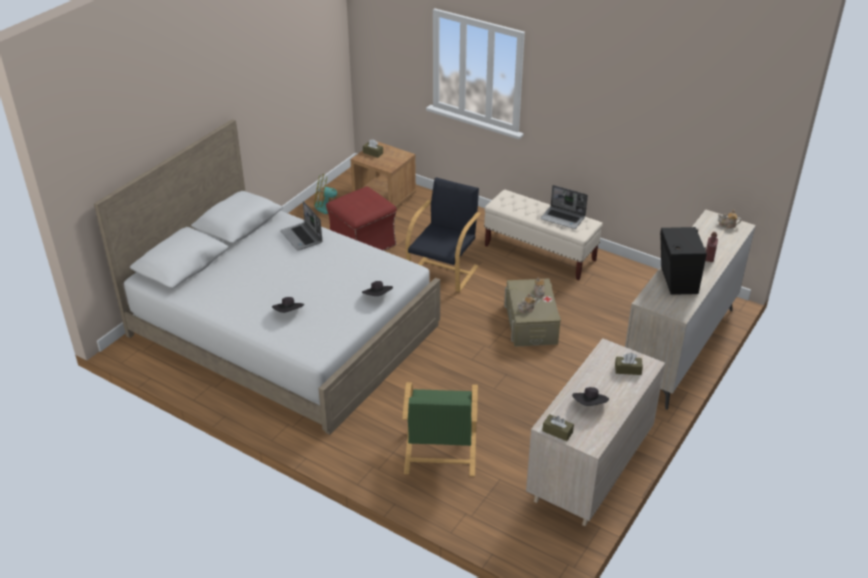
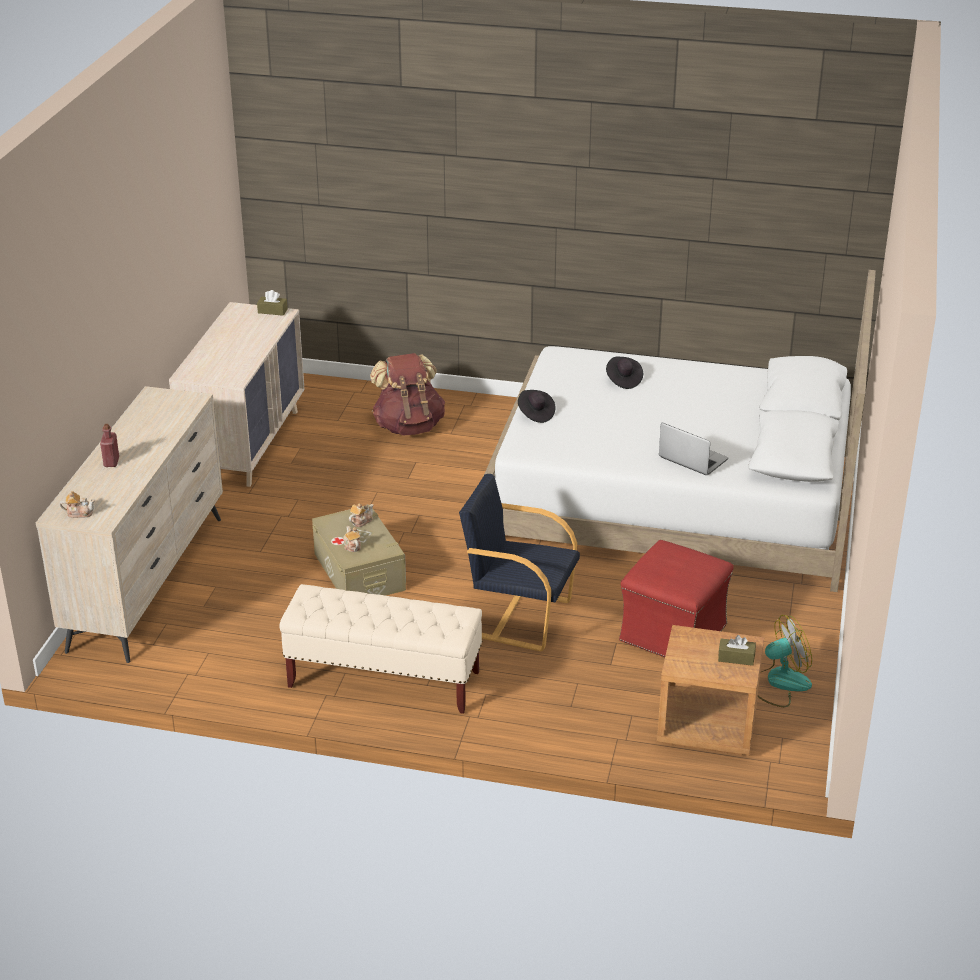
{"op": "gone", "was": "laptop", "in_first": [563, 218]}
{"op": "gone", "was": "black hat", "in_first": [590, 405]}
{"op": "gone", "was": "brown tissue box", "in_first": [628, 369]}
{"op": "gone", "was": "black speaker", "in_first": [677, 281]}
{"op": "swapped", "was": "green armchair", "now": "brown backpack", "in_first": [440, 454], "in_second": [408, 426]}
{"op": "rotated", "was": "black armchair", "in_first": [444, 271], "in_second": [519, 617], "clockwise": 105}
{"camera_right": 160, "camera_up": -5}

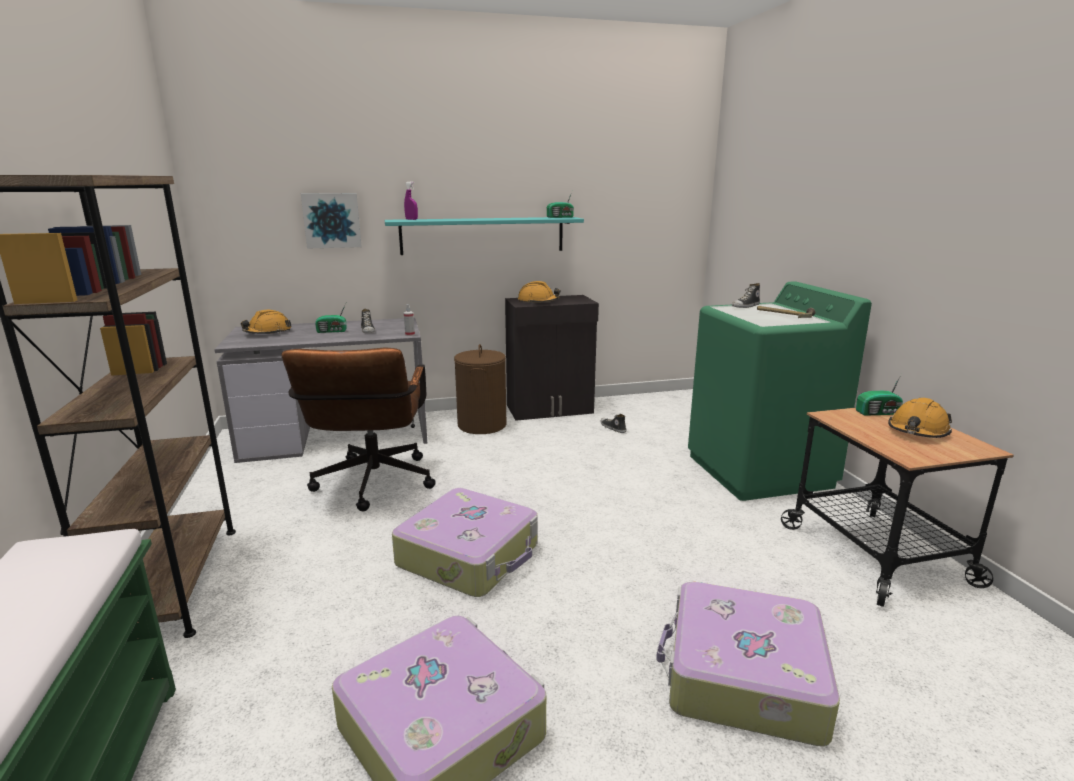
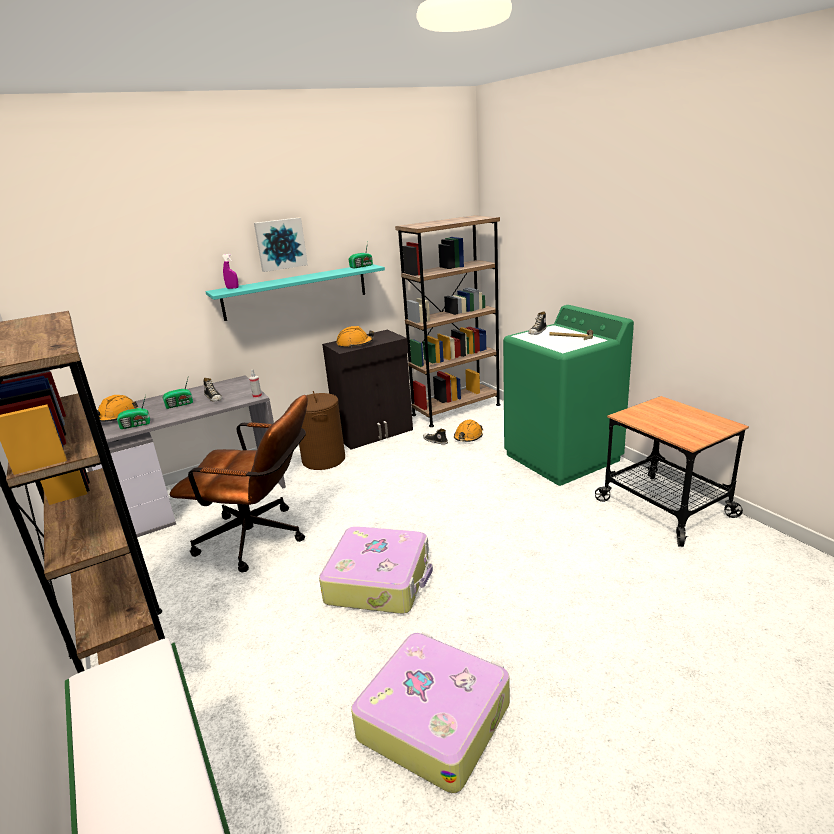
{"op": "gone", "was": "suitcase", "in_first": [742, 677]}
{"op": "new", "now": "brown bookcase", "in_second": [456, 410]}
{"op": "shifted", "was": "picture", "in_first": [332, 220], "in_second": [280, 244]}
{"op": "shifted", "was": "radio", "in_first": [879, 413], "in_second": [136, 425]}
{"op": "shifted", "was": "orange hard hat", "in_first": [918, 431], "in_second": [468, 437]}
{"op": "rotated", "was": "brown office chair", "in_first": [372, 487], "in_second": [261, 539], "clockwise": -60}
{"camera_right": -15, "camera_up": 5}

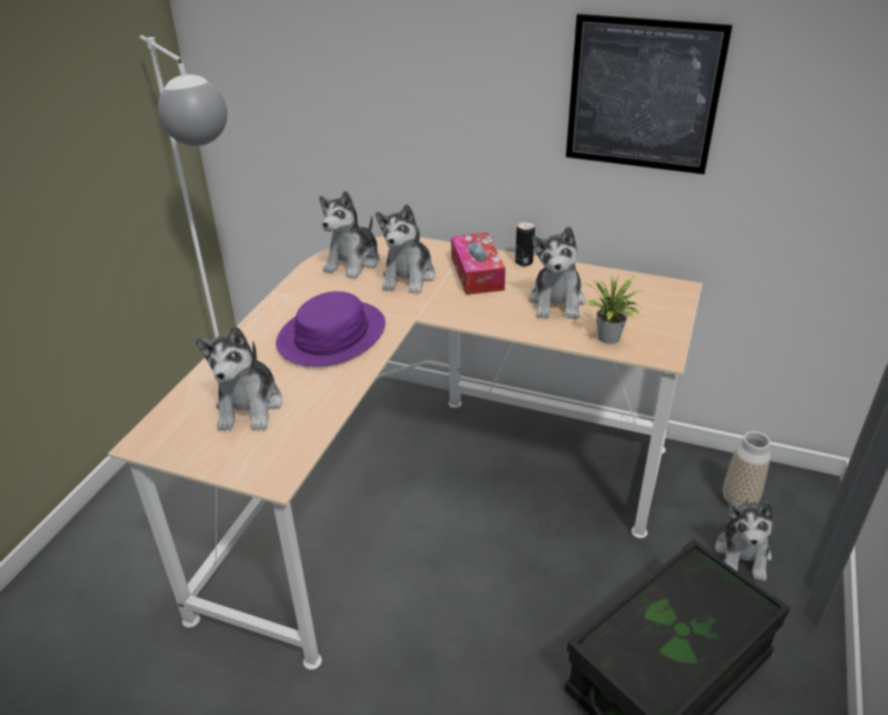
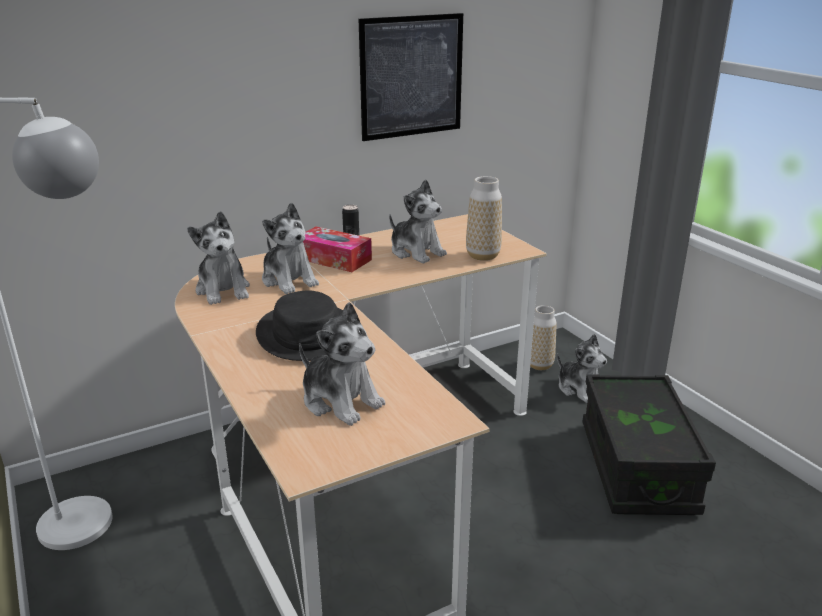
{"op": "swapped", "was": "potted plant", "now": "vase", "in_first": [609, 339], "in_second": [483, 256]}
{"op": "repainted", "was": "purple hat", "now": "black hat", "in_first": [332, 335], "in_second": [307, 334]}
{"camera_right": -50, "camera_up": -10}

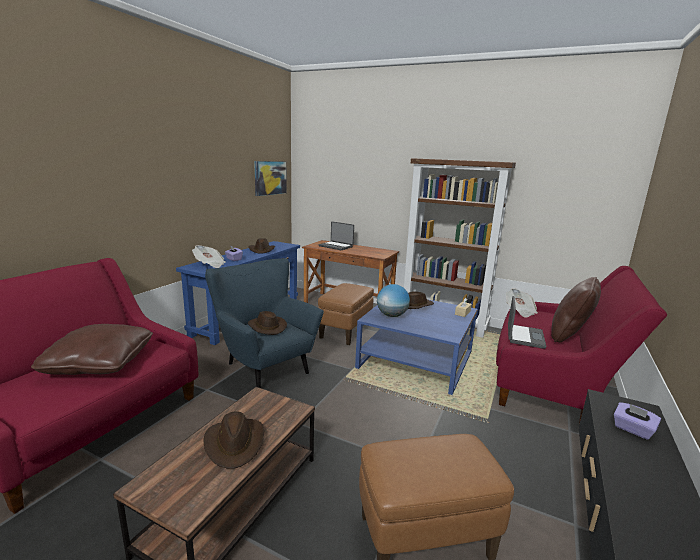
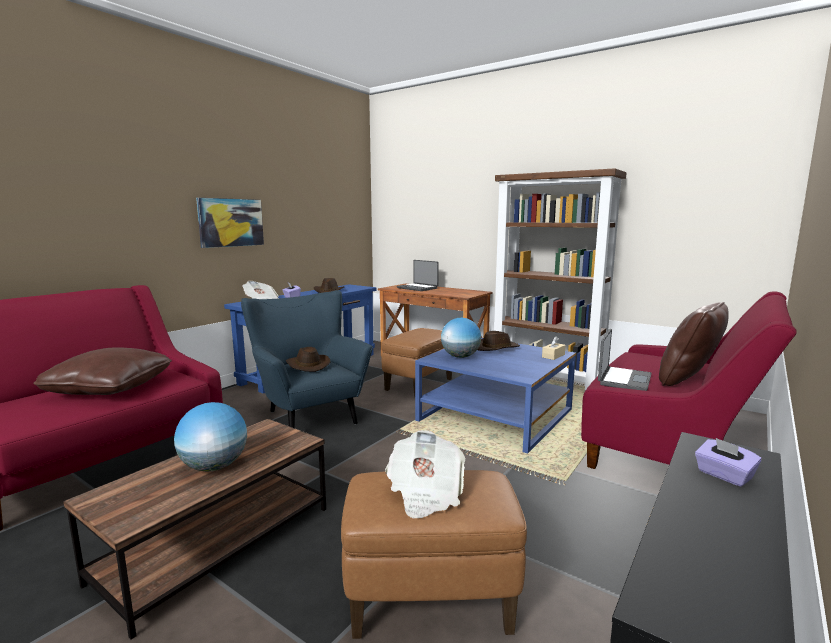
{"op": "shifted", "was": "picture", "in_first": [270, 178], "in_second": [231, 222]}
{"op": "shifted", "was": "newspaper", "in_first": [520, 311], "in_second": [425, 493]}
{"op": "swapped", "was": "brown hat", "now": "globe", "in_first": [235, 443], "in_second": [214, 466]}
{"camera_right": 10, "camera_up": -5}

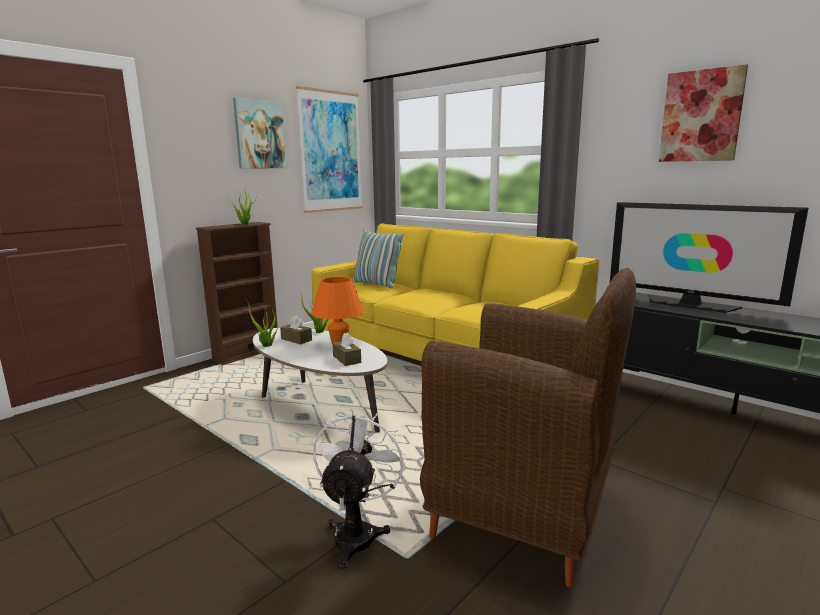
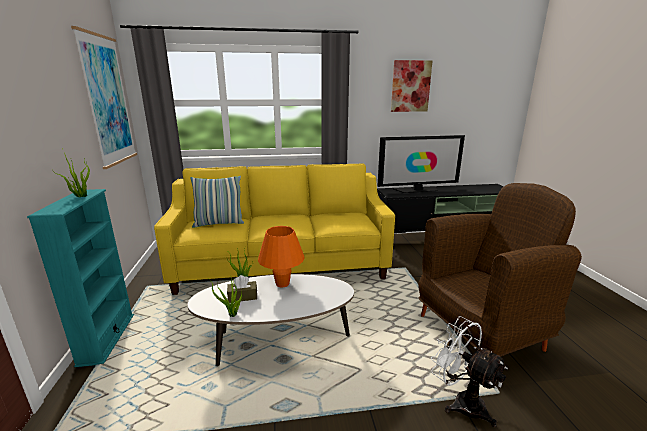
{"op": "gone", "was": "picture", "in_first": [259, 134]}
{"op": "gone", "was": "brown tissue box", "in_first": [346, 359]}
{"op": "repainted", "was": "brown bookcase", "now": "turquoise bookcase", "in_first": [247, 354], "in_second": [107, 338]}
{"camera_right": -50, "camera_up": 5}

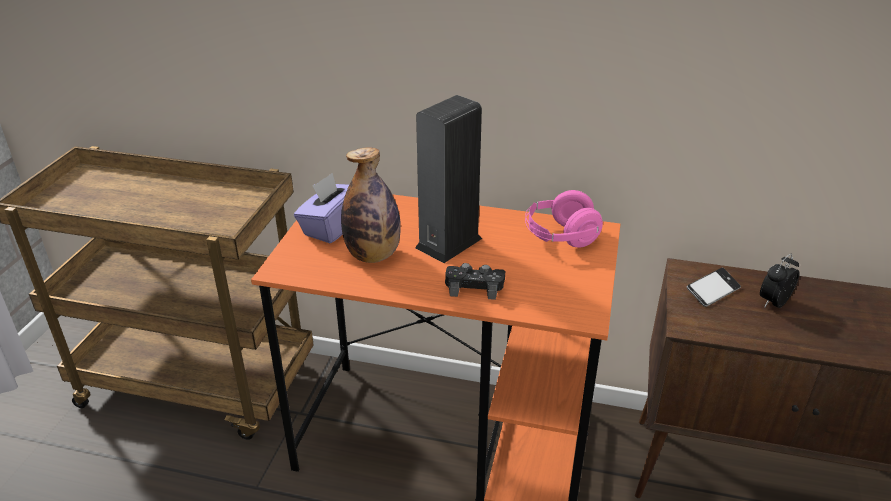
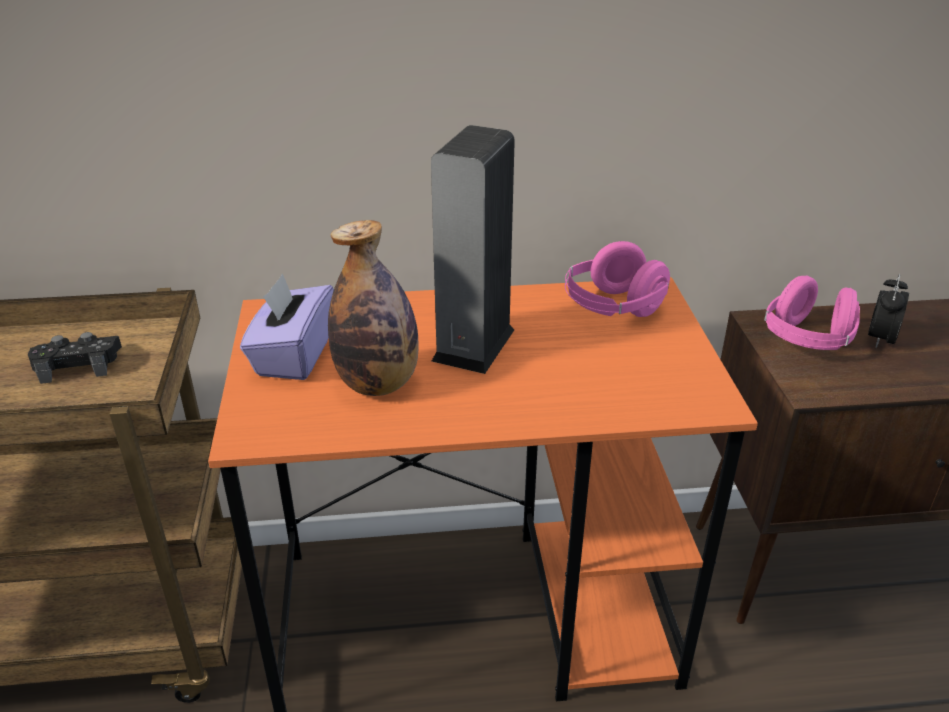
{"op": "shifted", "was": "black game controller", "in_first": [474, 286], "in_second": [78, 365]}
{"op": "swapped", "was": "phone", "now": "pink headphones", "in_first": [712, 291], "in_second": [807, 340]}
{"camera_right": -20, "camera_up": 0}

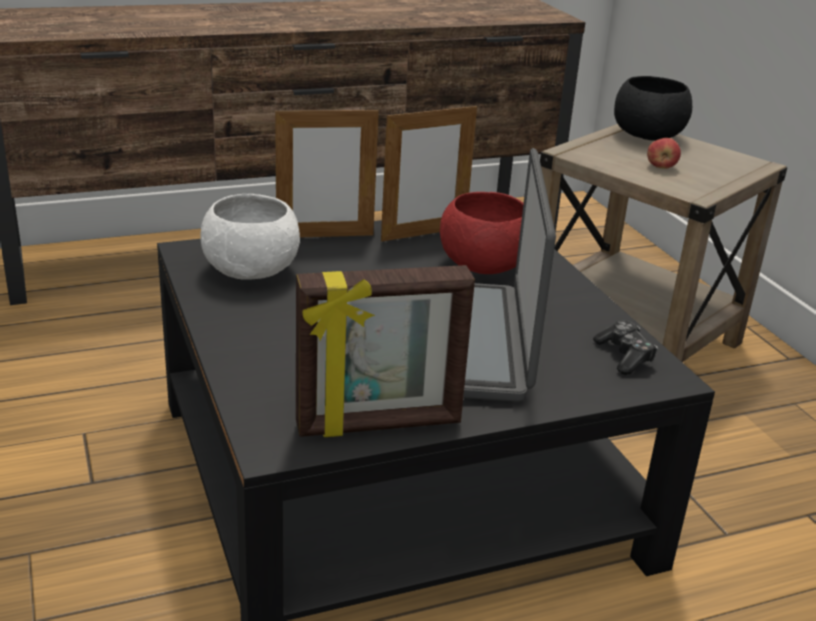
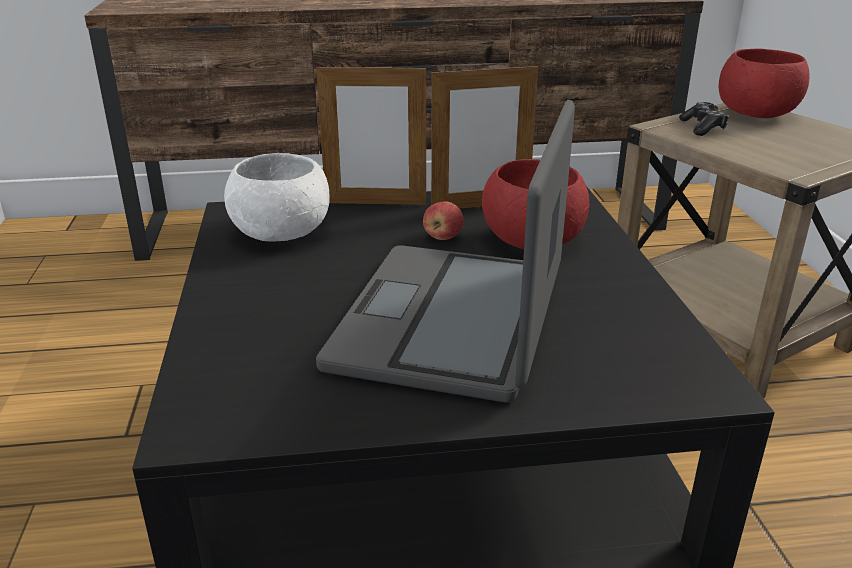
{"op": "gone", "was": "picture frame", "in_first": [379, 425]}
{"op": "shifted", "was": "game controller", "in_first": [624, 356], "in_second": [703, 127]}
{"op": "shifted", "was": "apple", "in_first": [661, 167], "in_second": [443, 237]}
{"op": "repainted", "was": "black bowl", "now": "red bowl", "in_first": [646, 136], "in_second": [755, 114]}
{"camera_right": 15, "camera_up": 0}

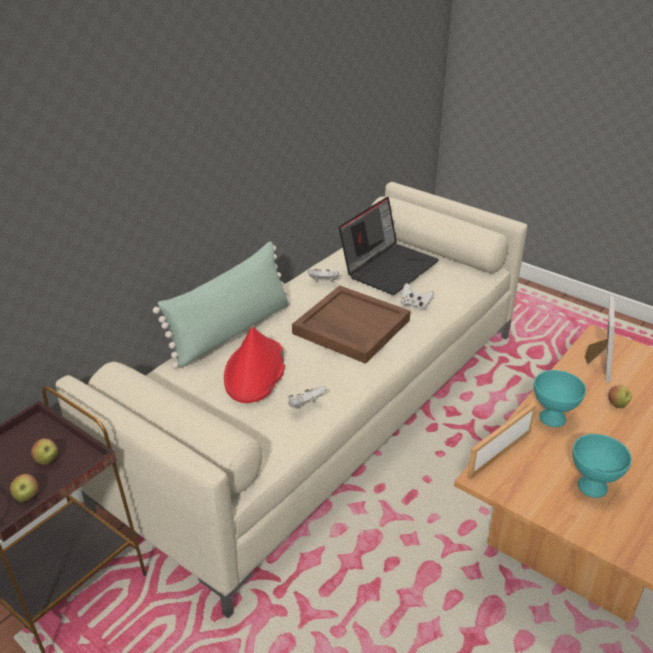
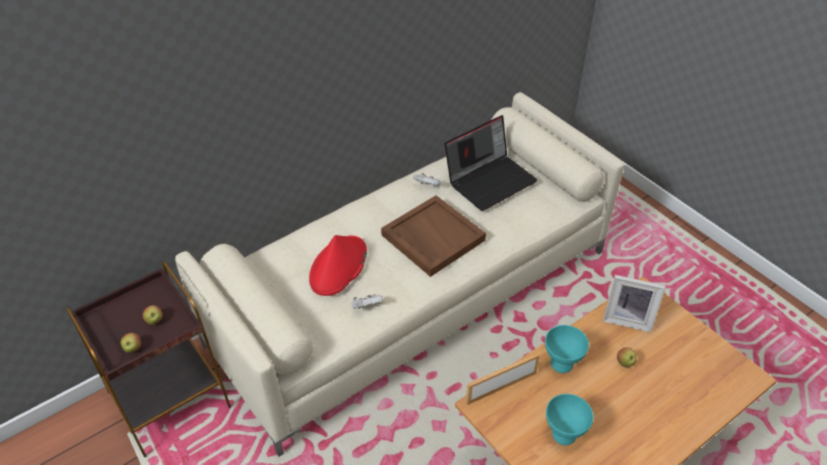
{"op": "gone", "was": "green pillow", "in_first": [231, 331]}
{"op": "gone", "was": "white game controller", "in_first": [415, 305]}
{"op": "rotated", "was": "picture frame", "in_first": [597, 364], "in_second": [627, 319], "clockwise": 75}
{"camera_right": 15, "camera_up": 10}

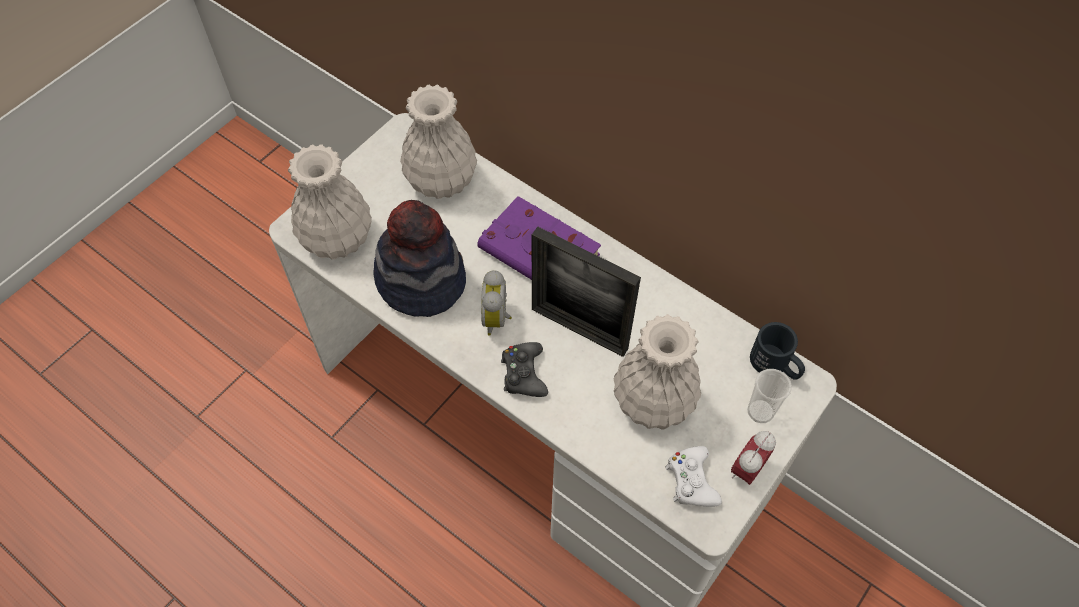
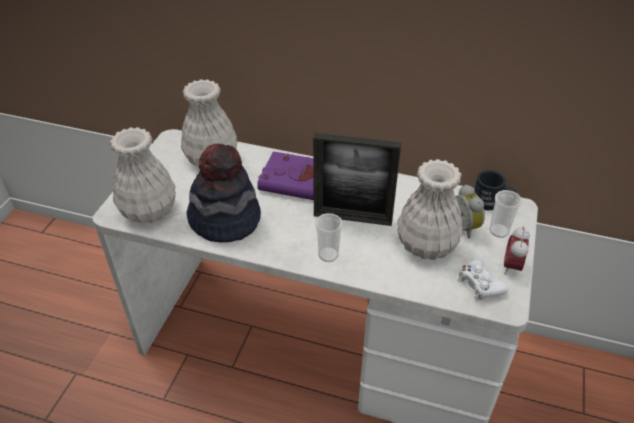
{"op": "shifted", "was": "alarm clock", "in_first": [498, 318], "in_second": [466, 226]}
{"op": "swapped", "was": "black game controller", "now": "cup", "in_first": [523, 374], "in_second": [328, 255]}
{"camera_right": -20, "camera_up": -15}

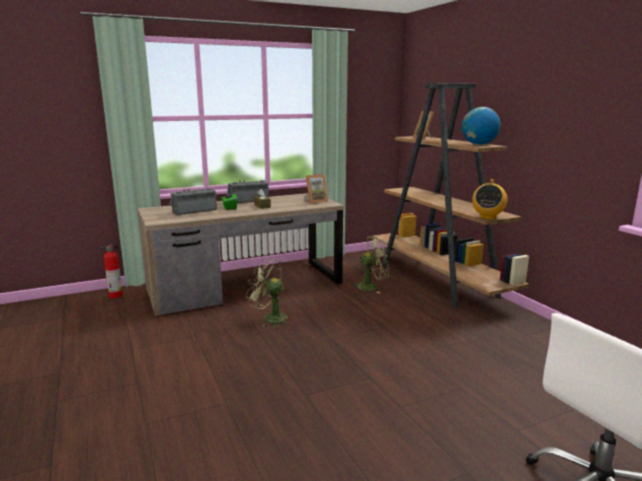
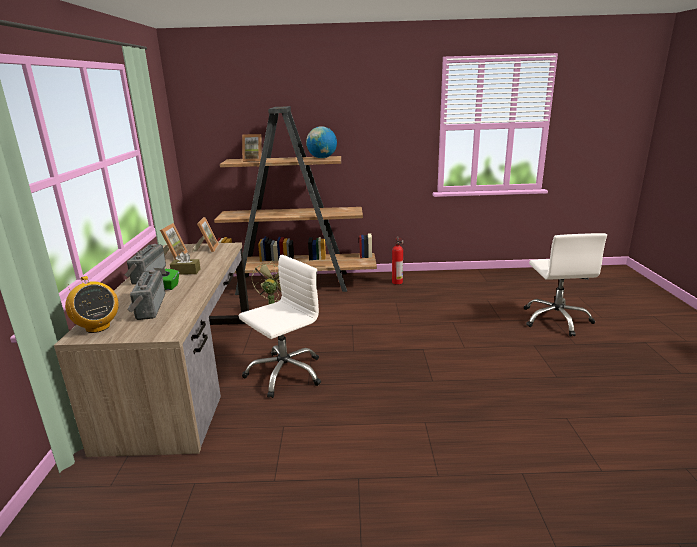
{"op": "new", "now": "picture frame", "in_second": [173, 256]}
{"op": "shifted", "was": "fire extinguisher", "in_first": [117, 295], "in_second": [397, 282]}
{"op": "shifted", "was": "radio", "in_first": [487, 217], "in_second": [97, 327]}
{"op": "swapped", "was": "green fan", "now": "white office chair", "in_first": [269, 318], "in_second": [285, 373]}
{"camera_right": -65, "camera_up": 5}

